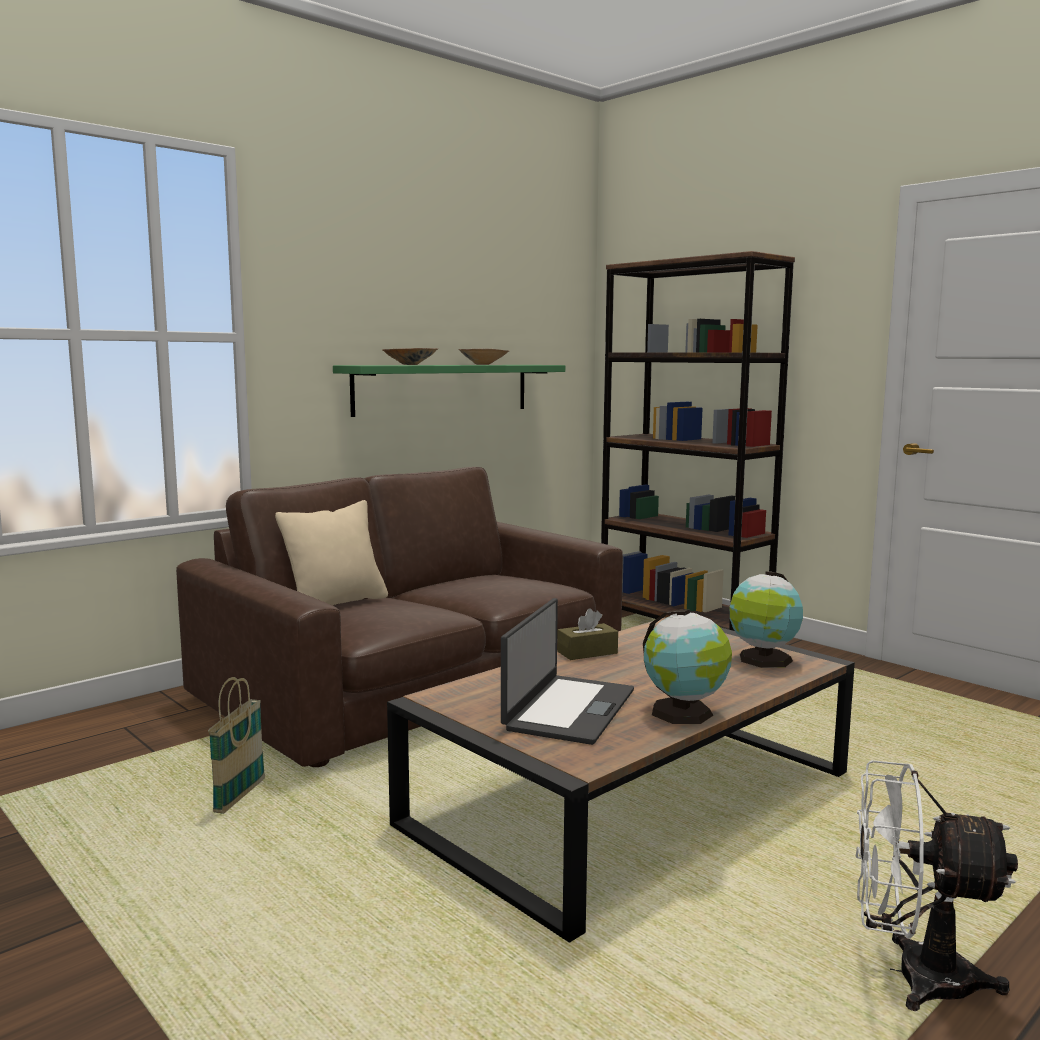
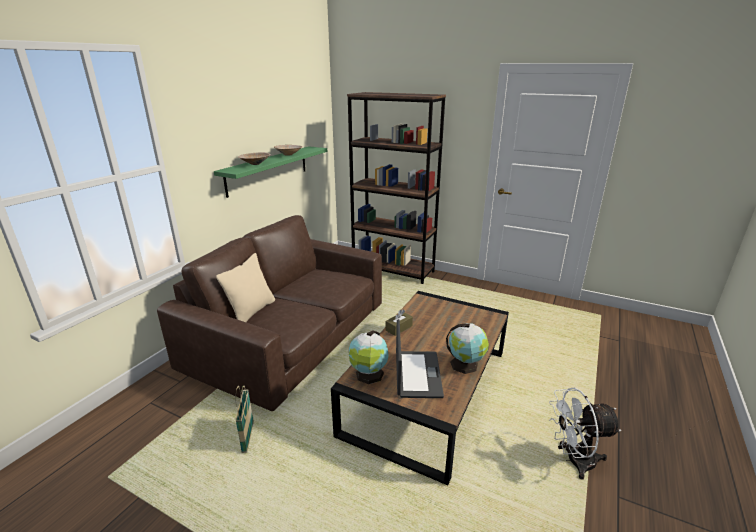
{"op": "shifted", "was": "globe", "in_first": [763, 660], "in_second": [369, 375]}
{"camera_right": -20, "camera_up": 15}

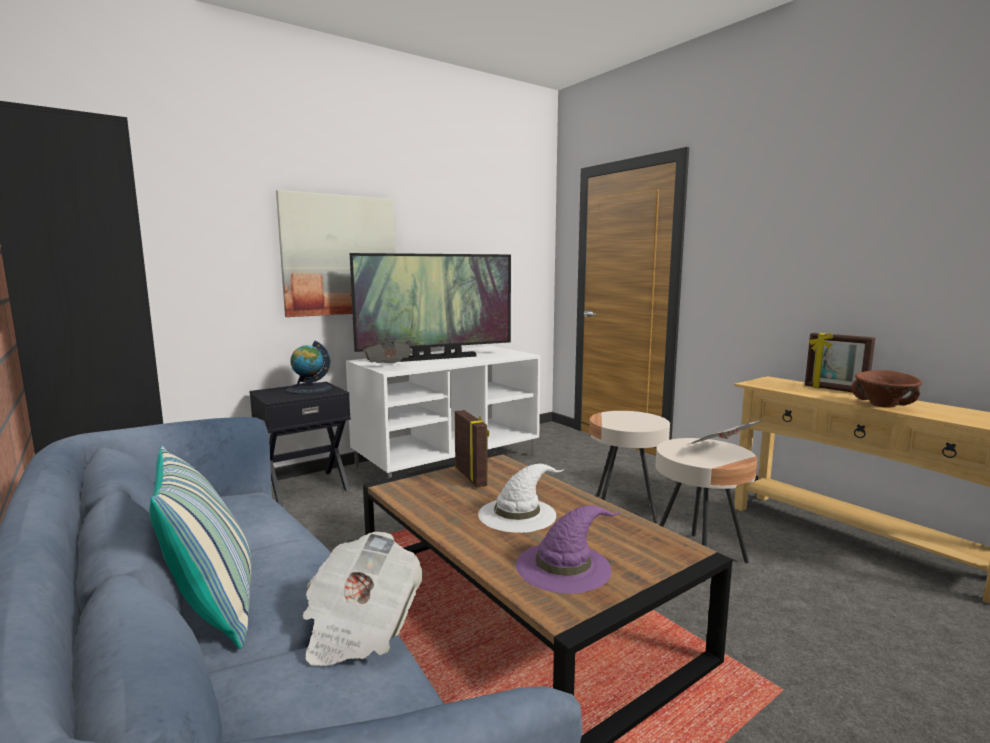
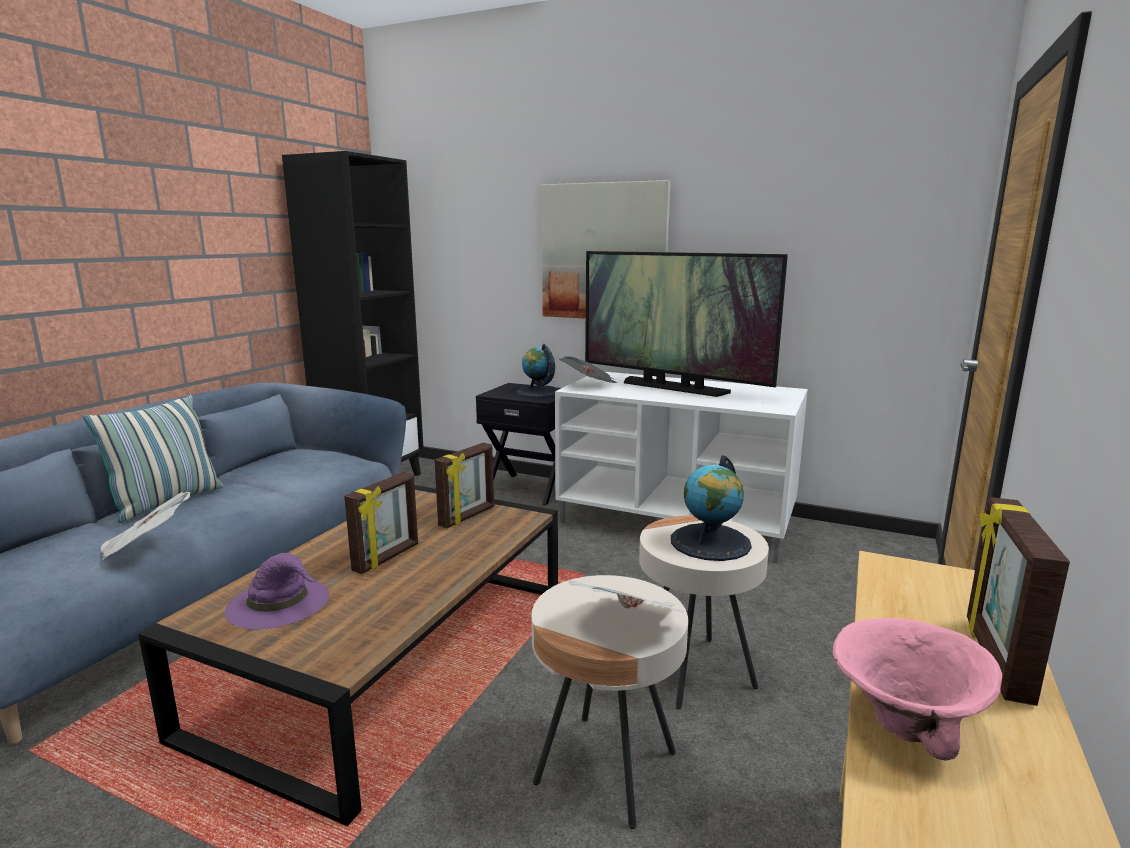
{"op": "new", "now": "globe", "in_second": [710, 542]}
{"op": "swapped", "was": "white hat", "now": "picture frame", "in_first": [518, 514], "in_second": [387, 558]}
{"op": "repainted", "was": "brown bowl", "now": "pink bowl", "in_first": [883, 406], "in_second": [900, 725]}
{"camera_right": 60, "camera_up": 5}

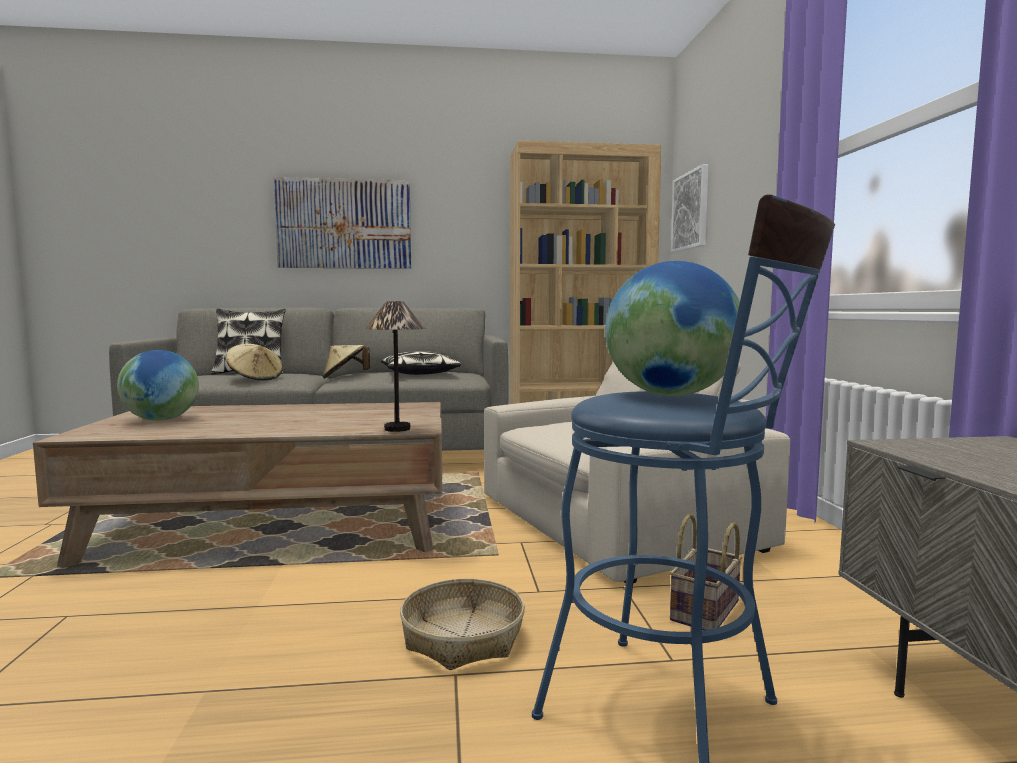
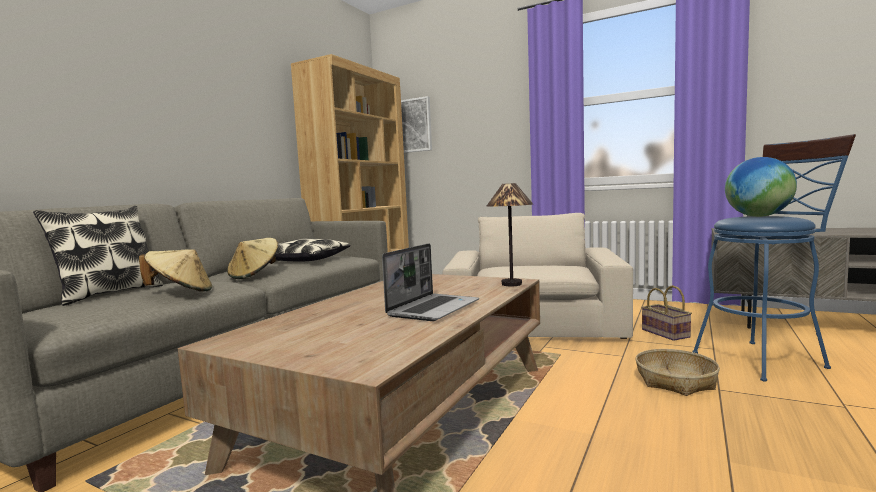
{"op": "gone", "was": "globe", "in_first": [161, 420]}
{"op": "gone", "was": "picture", "in_first": [344, 224]}
{"op": "new", "now": "laptop", "in_second": [433, 308]}
{"camera_right": -55, "camera_up": 0}

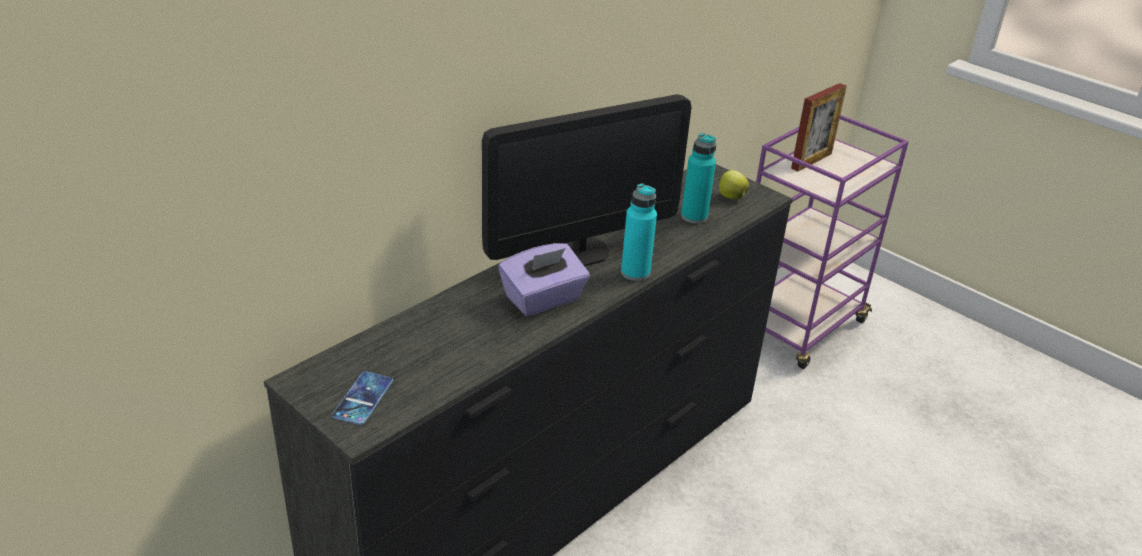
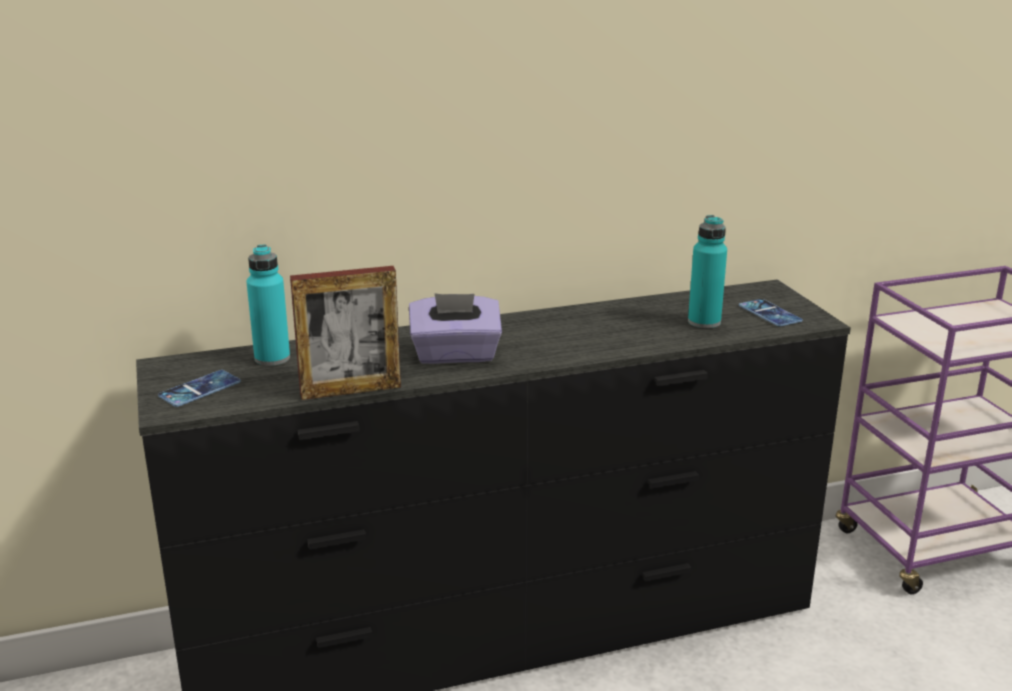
{"op": "gone", "was": "monitor", "in_first": [579, 251]}
{"op": "shifted", "was": "turquoise bottle", "in_first": [635, 273], "in_second": [272, 358]}
{"op": "shifted", "was": "picture frame", "in_first": [811, 161], "in_second": [350, 390]}
{"op": "swapped", "was": "apple", "now": "phone", "in_first": [730, 197], "in_second": [769, 313]}
{"camera_right": 30, "camera_up": -10}

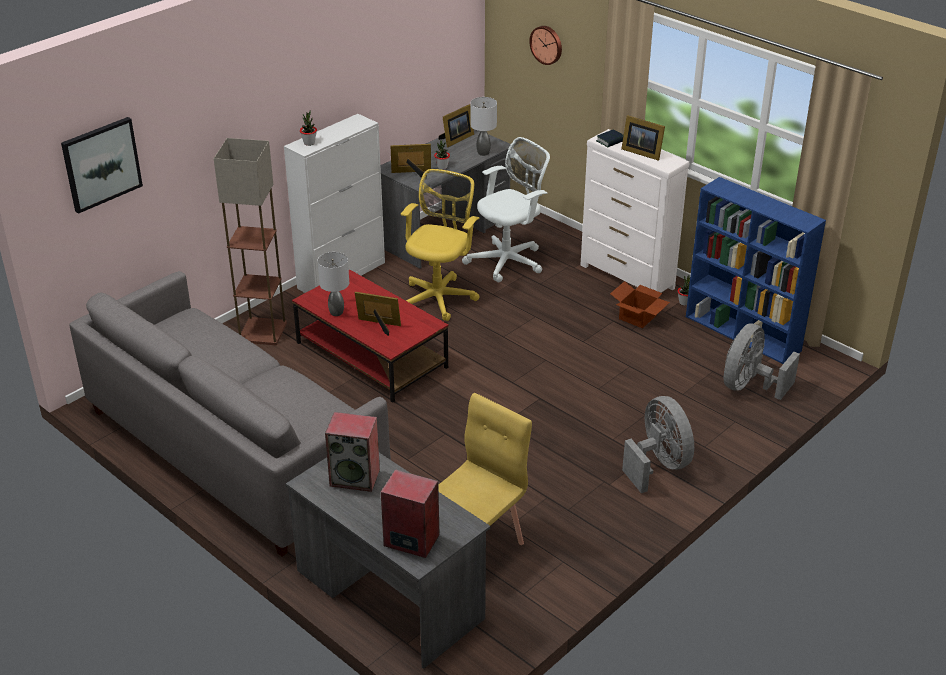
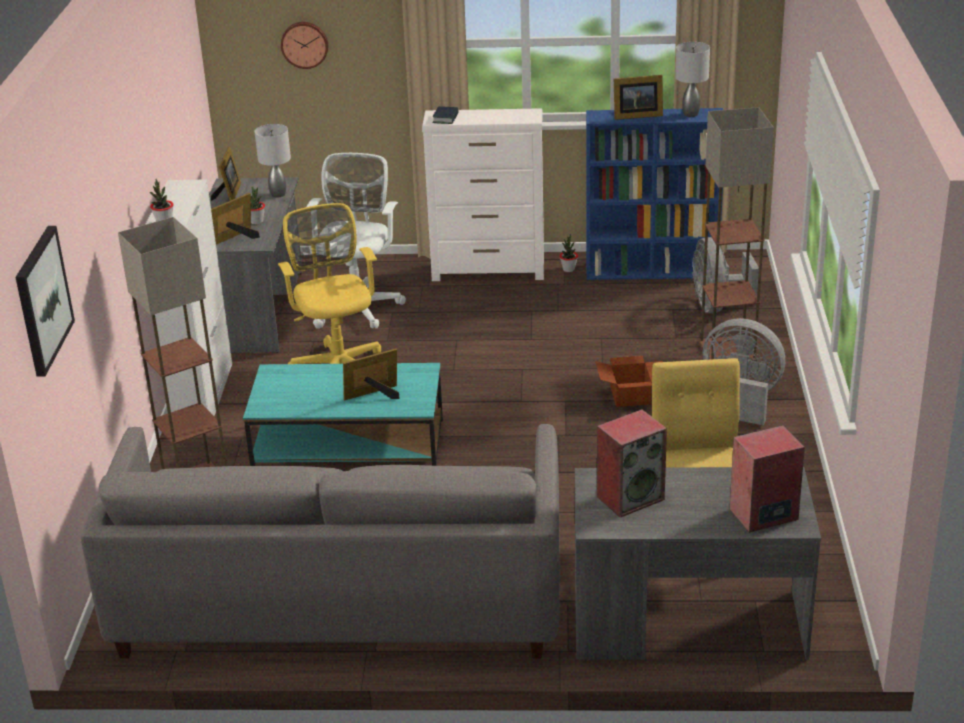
{"op": "new", "now": "floor lamp", "in_second": [728, 352]}
{"op": "shifted", "was": "grey table lamp", "in_first": [336, 313], "in_second": [691, 114]}
{"op": "shifted", "was": "cardboard box", "in_first": [638, 318], "in_second": [632, 396]}
{"op": "shifted", "was": "picture frame", "in_first": [641, 152], "in_second": [635, 115]}
{"op": "repainted", "was": "red coffee table", "now": "turquoise coffee table", "in_first": [370, 354], "in_second": [347, 447]}
{"camera_right": -40, "camera_up": -5}

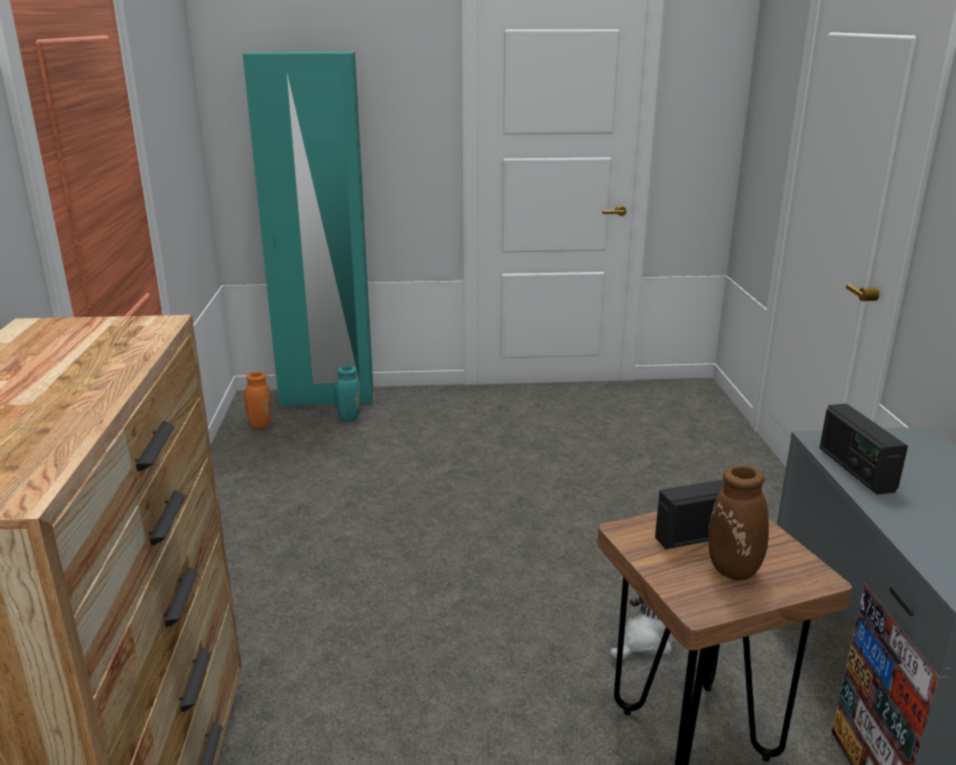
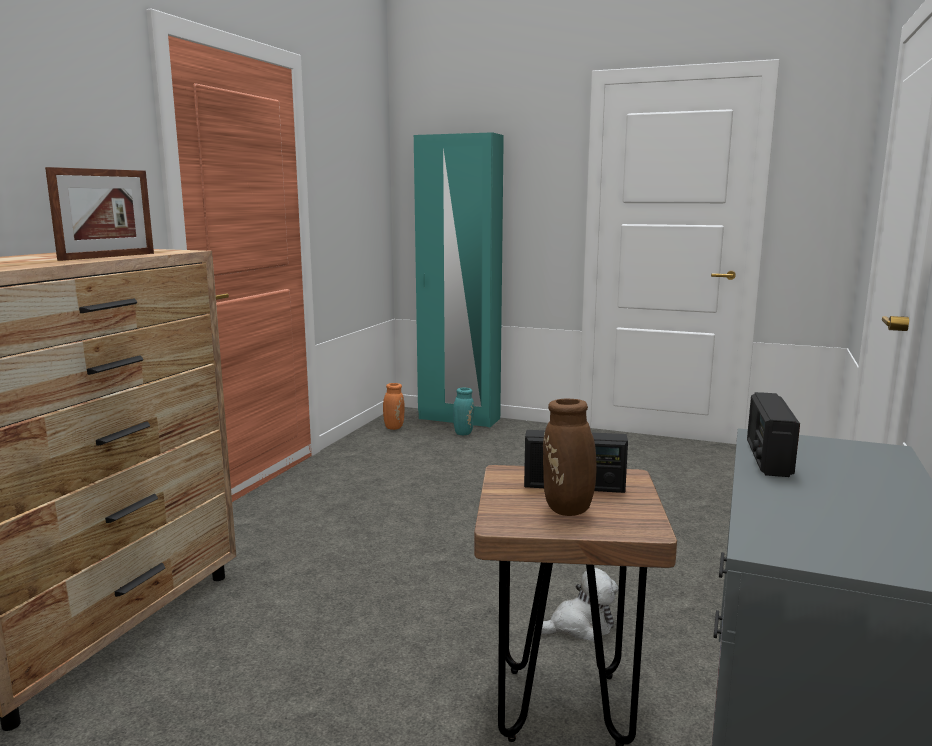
{"op": "new", "now": "picture frame", "in_second": [108, 256]}
{"camera_right": 25, "camera_up": -10}

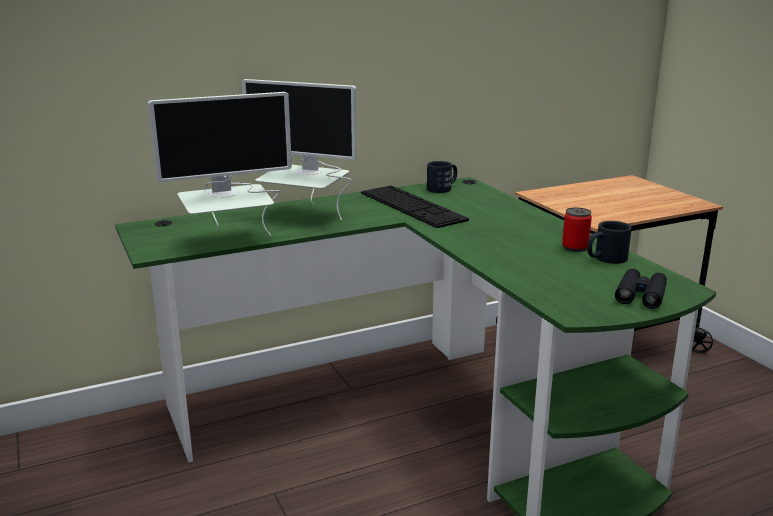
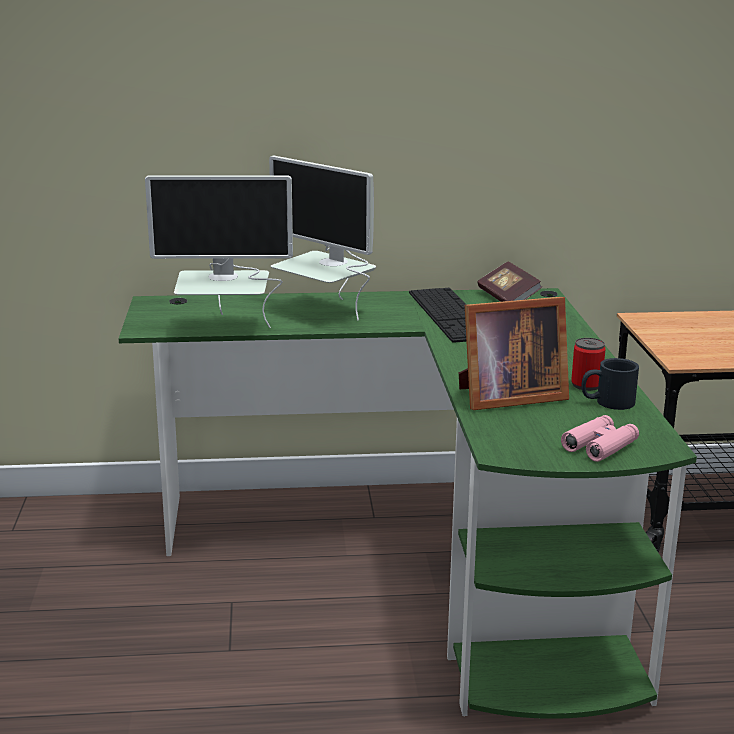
{"op": "new", "now": "picture frame", "in_second": [506, 397]}
{"op": "swapped", "was": "black mug", "now": "book", "in_first": [443, 188], "in_second": [508, 298]}
{"op": "repainted", "was": "black binoculars", "now": "pink binoculars", "in_first": [641, 295], "in_second": [600, 446]}
{"camera_right": 20, "camera_up": 0}

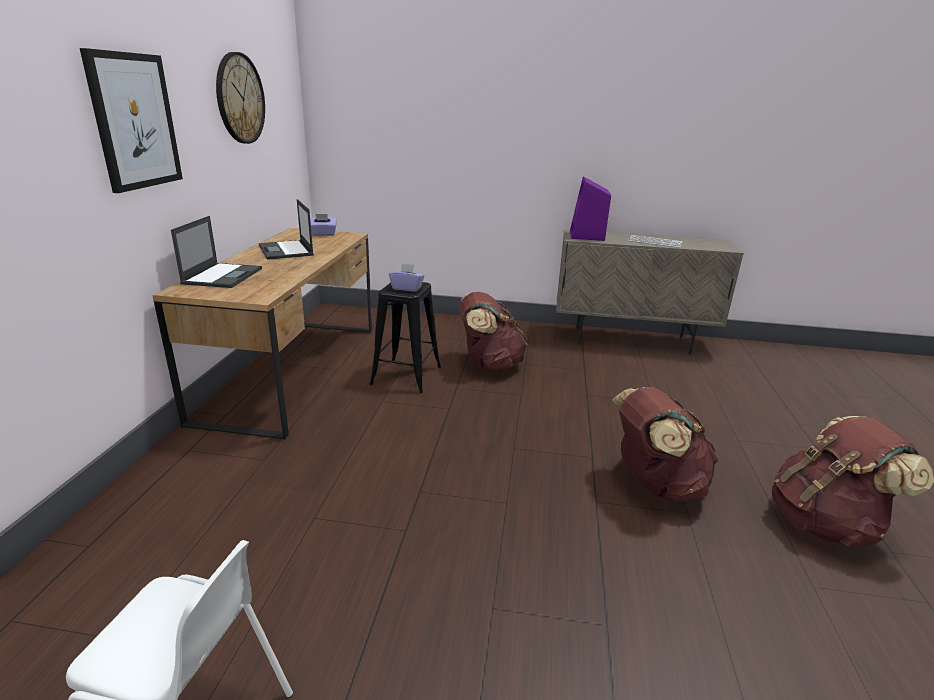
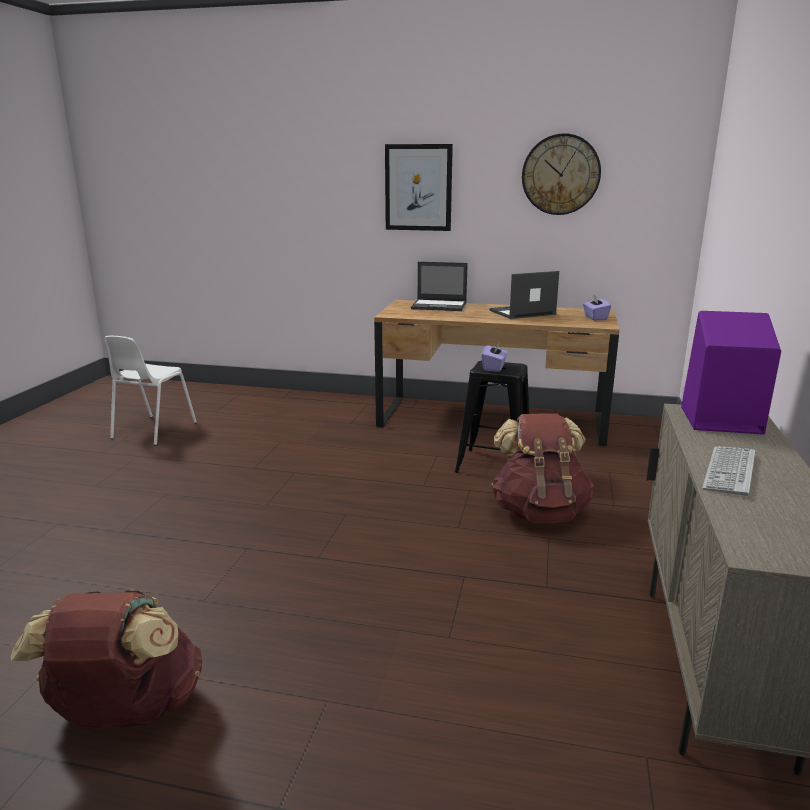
{"op": "gone", "was": "brown backpack", "in_first": [655, 484]}
{"camera_right": 95, "camera_up": -5}

